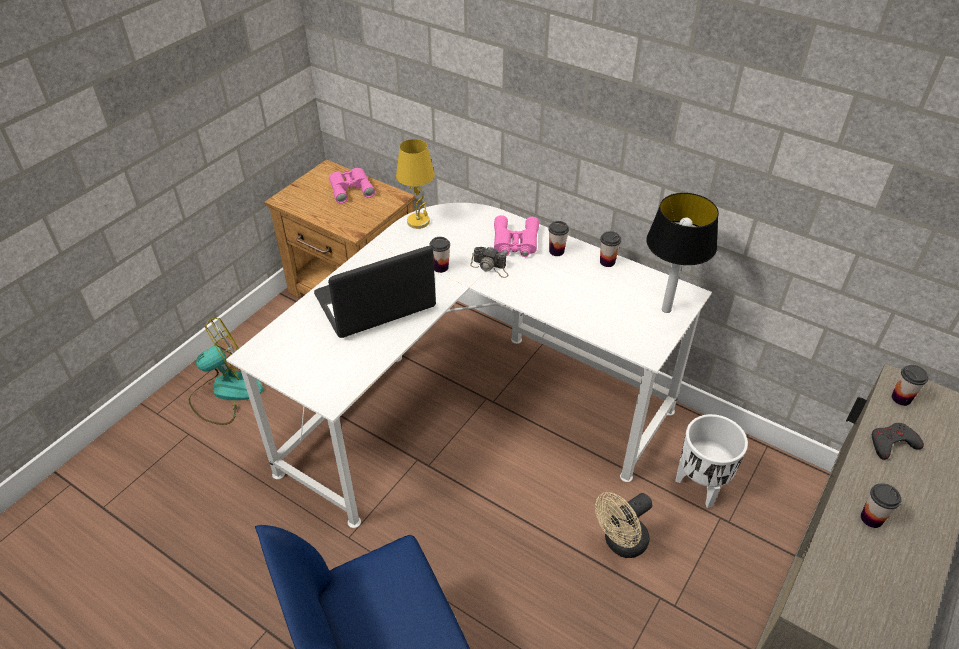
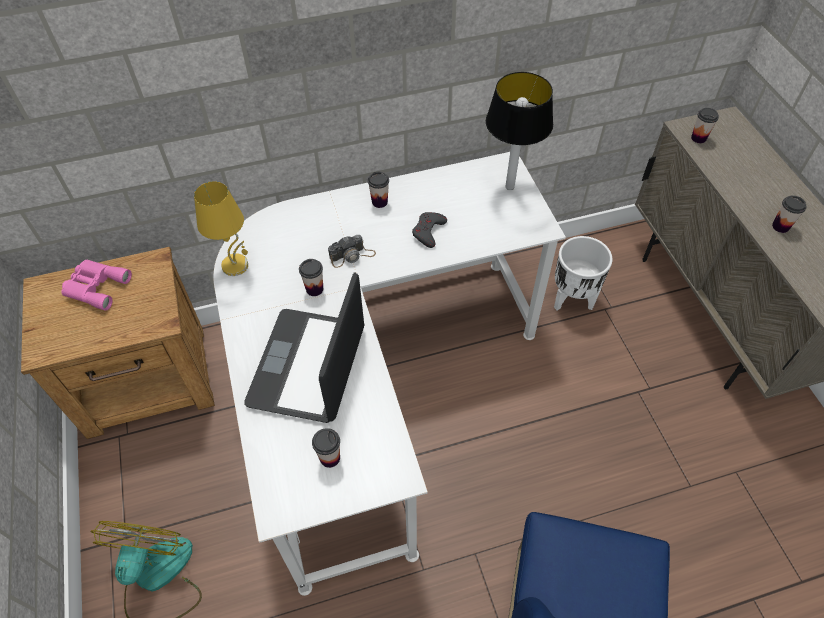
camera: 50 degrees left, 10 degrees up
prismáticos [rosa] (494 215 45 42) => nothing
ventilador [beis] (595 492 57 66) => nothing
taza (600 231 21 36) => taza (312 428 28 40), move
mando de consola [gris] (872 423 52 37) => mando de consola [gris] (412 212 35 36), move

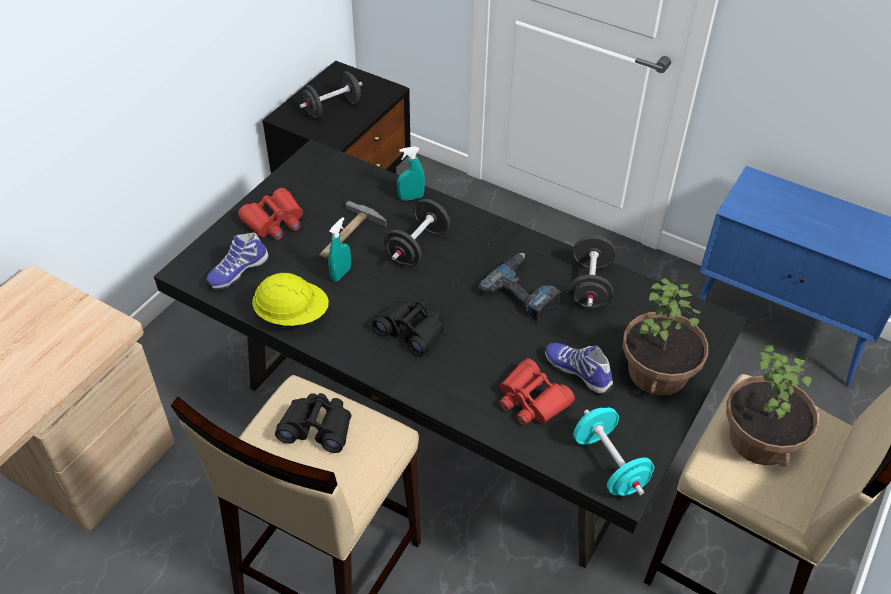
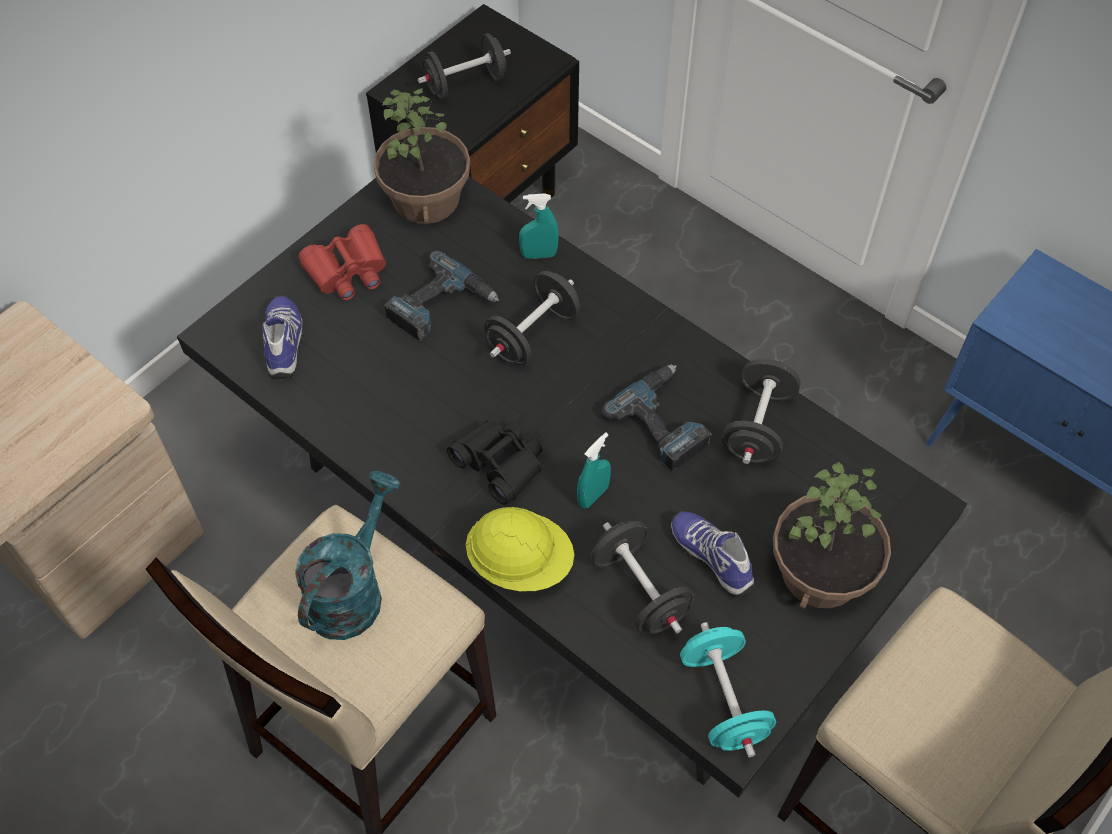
camera: 10 degrees right, 10 degrees up
casco [amarillo] (252 273 77 55) => casco [amarillo] (466 507 108 84), move
pulverizador [turquesa] (328 217 23 65) => pulverizador [turquesa] (577 432 34 76), move
planta en maceta (726 345 93 122) => planta en maceta (374 88 96 136), move
prismáticos [negro] (275 393 77 60) => regadera [turquesa] (295 471 106 169)
martillo (319 201 68 59) => taladro (384 251 115 90)
prismáticos [rojo] (499 358 76 67) => mancuerna [negro] (591 521 103 113)
zapato (205 233 64 57) => zapato (262 296 42 84), 120 degrees clockwise

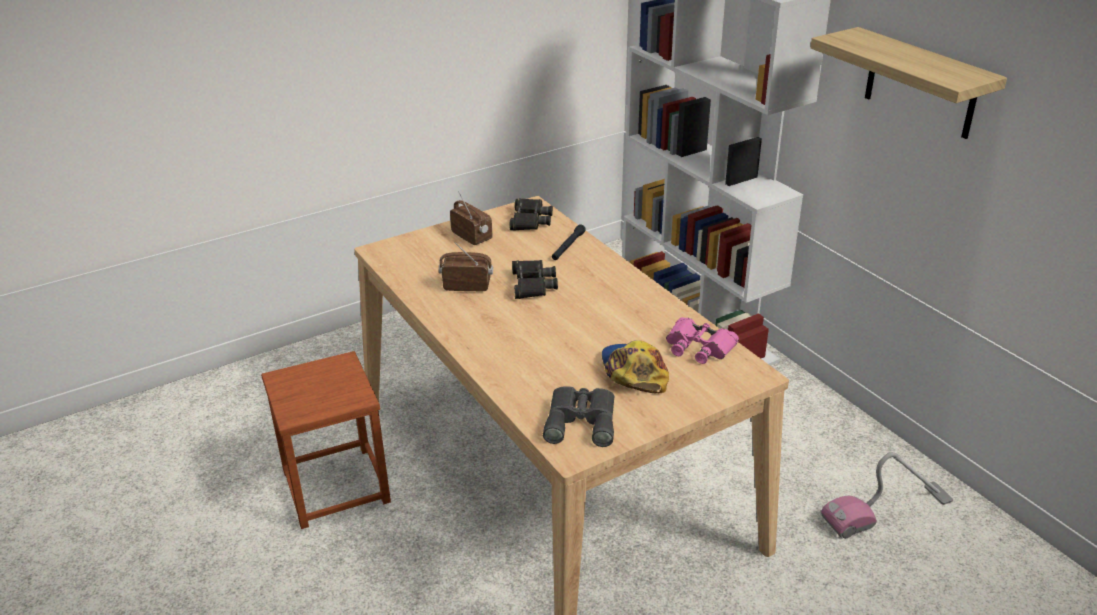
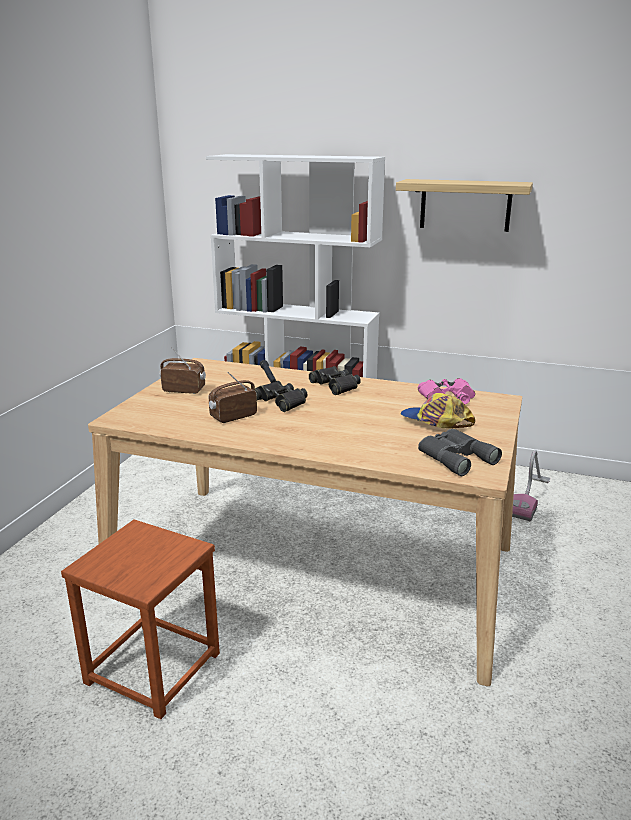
camera: 40 degrees left, 10 degrees down
prismáticos [negro] (510 198 43 33) => prismáticos [negro] (309 366 52 29), move

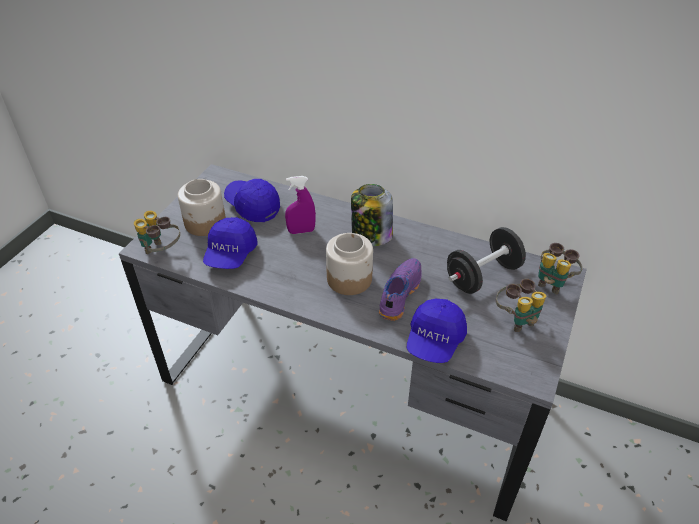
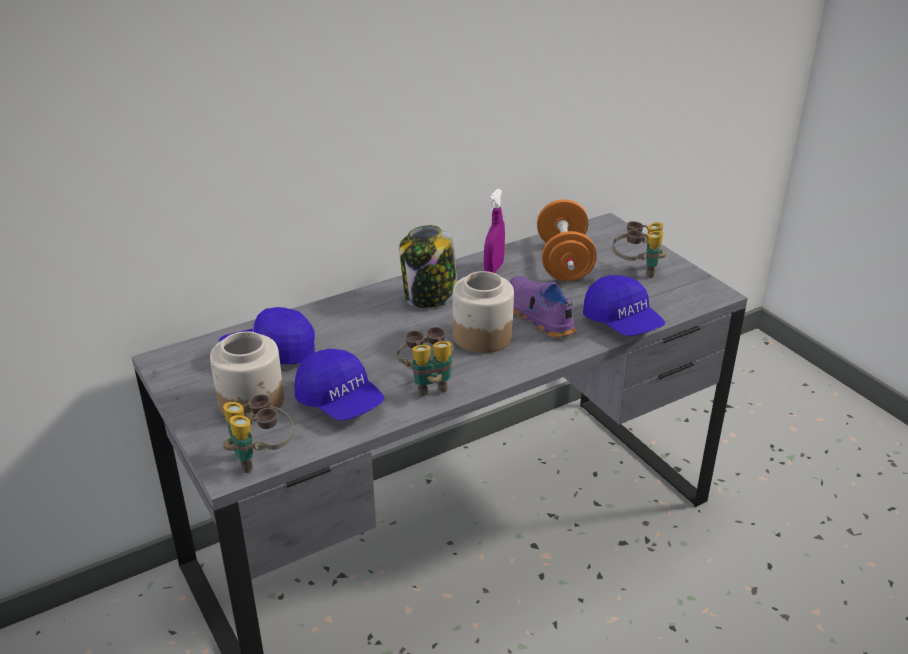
camera: 55 degrees left, 10 degrees down
pulverizador [morado] (285 176 31 58) => pulverizador [morado] (484 189 21 84), move
prismáticos (538 243 45 51) => prismáticos (396 327 58 70), move
mancuerna [negro] (447 227 79 67) => mancuerna [naranja] (537 199 60 82)

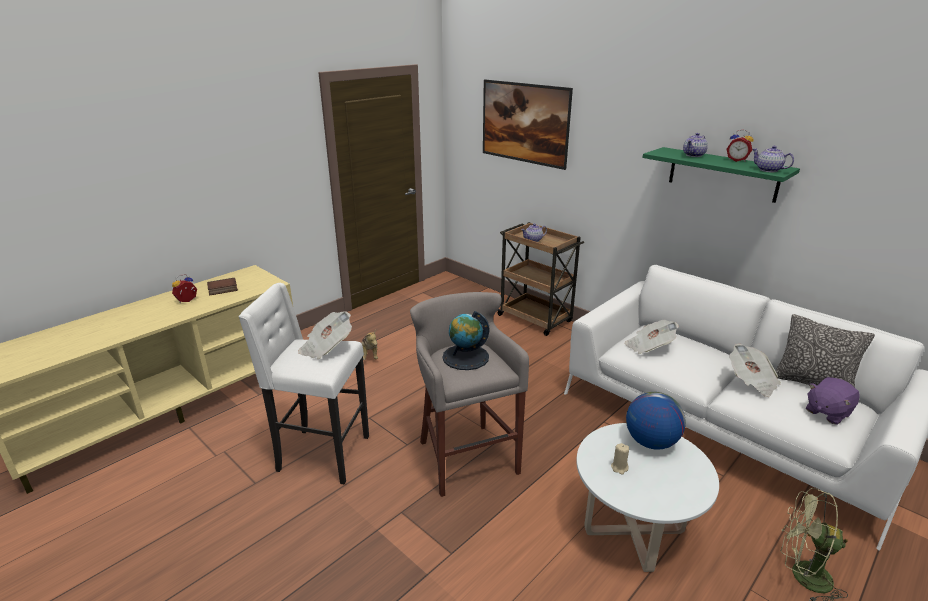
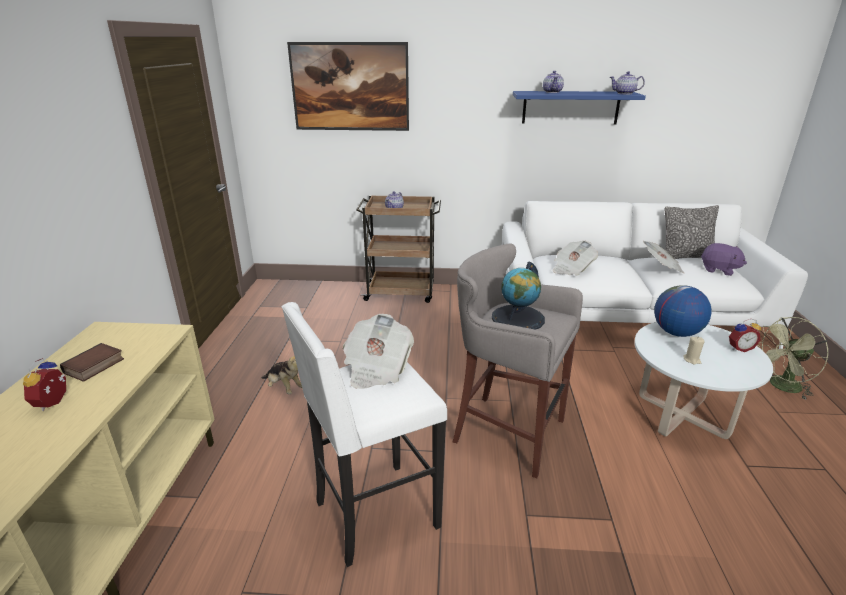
camera: 40 degrees left, 0 degrees up
despertador (726 130 27 32) => despertador (729 319 32 33), move
estante [verde] (642 147 158 56) => estante [azul] (513 91 133 33)
peluche [morado] (806 377 54 48) => peluche [morado] (701 243 46 33), 75 degrees counterclockwise

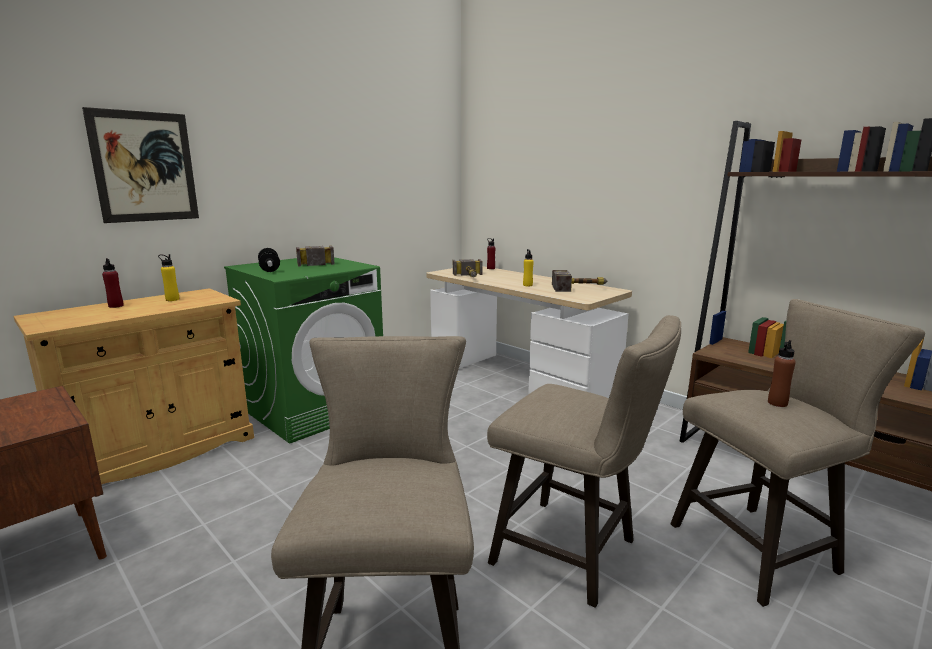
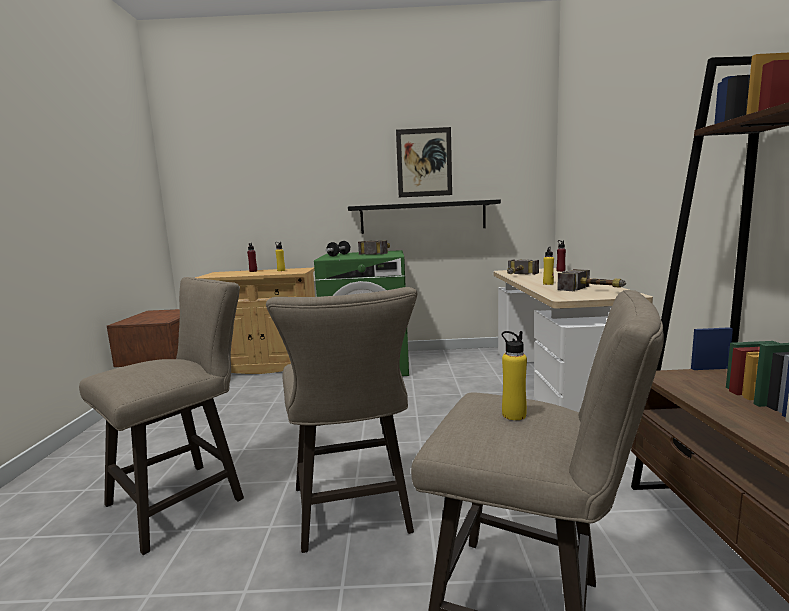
camera: 45 degrees right, 5 degrees down
nothing => estante [negro] (348 199 153 35)
cuadro (82 107 117 116) => cuadro (396 127 56 70), move
botella [marrón] (768 340 28 67) => botella [amarillo] (502 331 25 89)

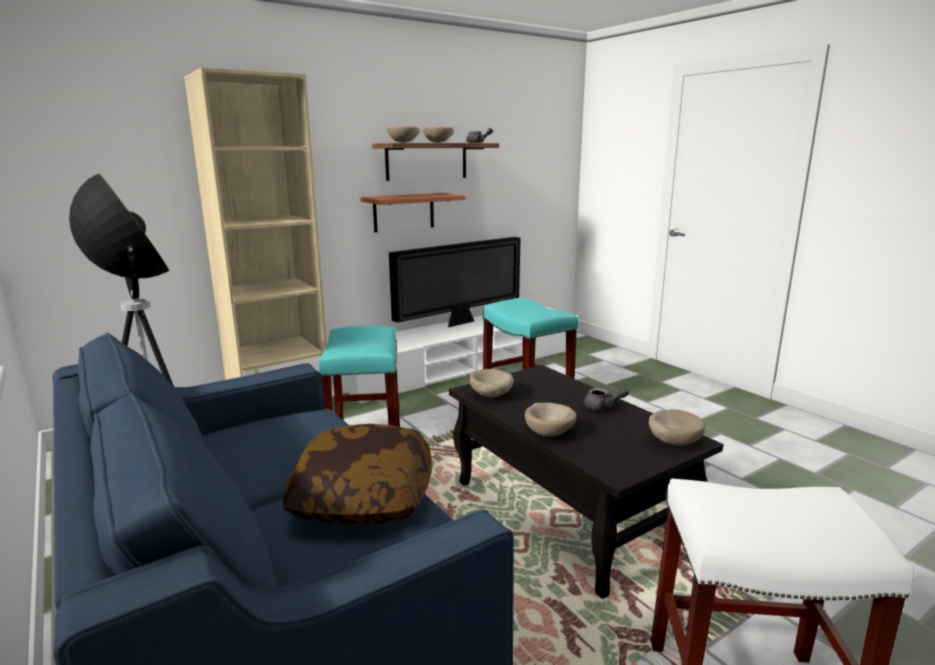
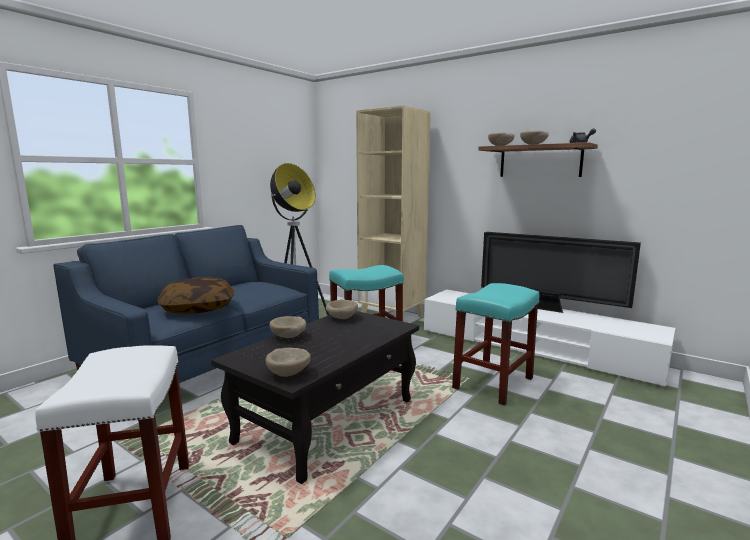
camera: 70 degrees right, 5 degrees down
estante (360 193 106 39) => nothing
tetera [gris] (583 388 46 23) => nothing

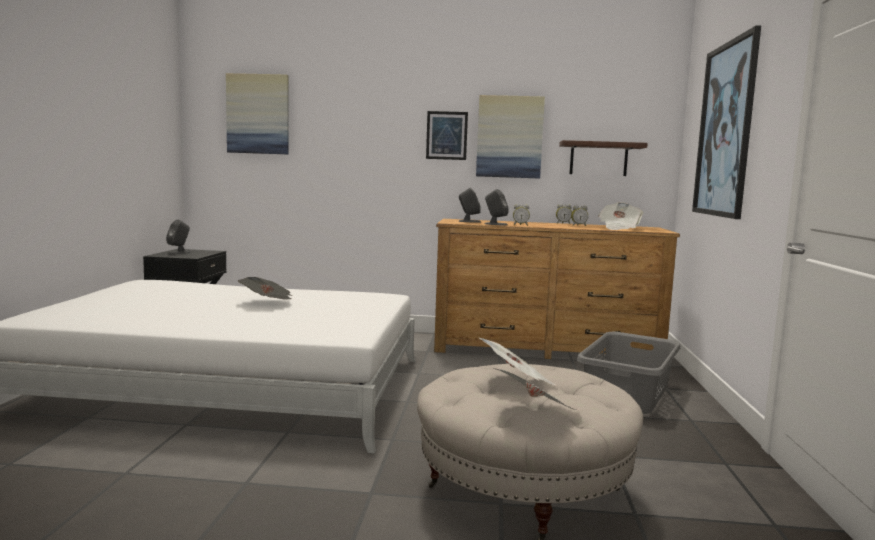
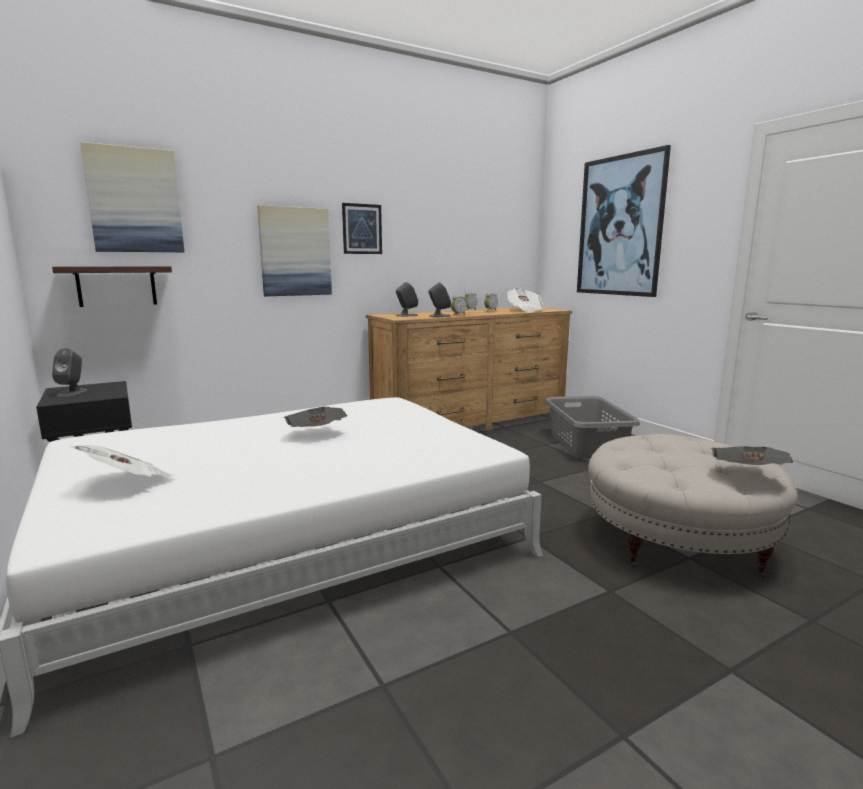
camera: 35 degrees left, 5 degrees up
cuadro (476 95 69 84) => cuadro (257 205 75 91), move
periódico (477 337 80 49) => periódico (70 446 104 31), move
estante (559 140 89 36) => estante (52 266 120 41), move

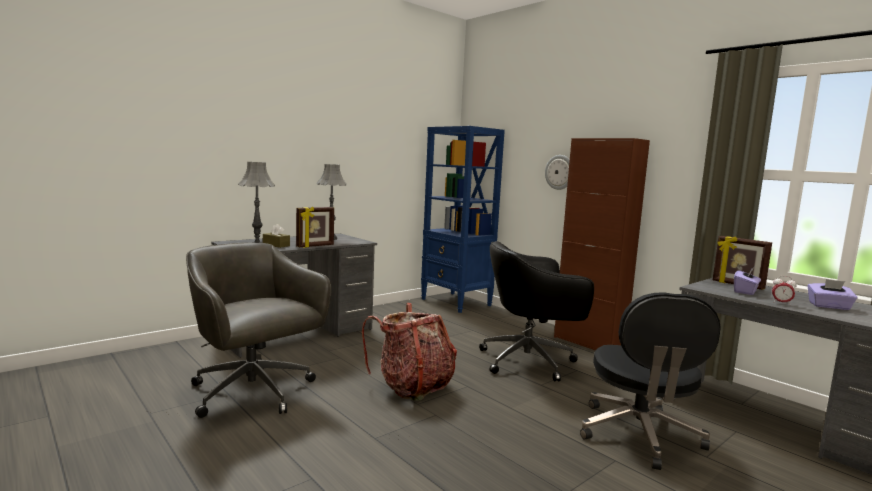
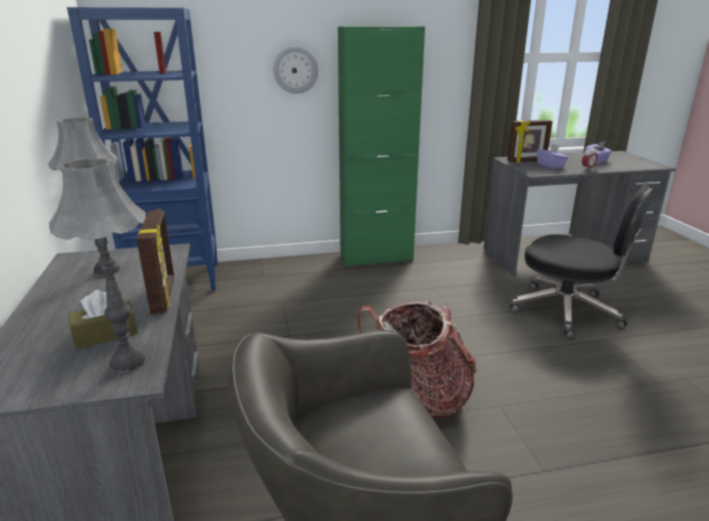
camera: 60 degrees left, 15 degrees up
silla de oficina [negro] (479 241 115 140) => nothing
armario [marrón] (554 138 96 212) => armario [verde] (338 26 87 241)

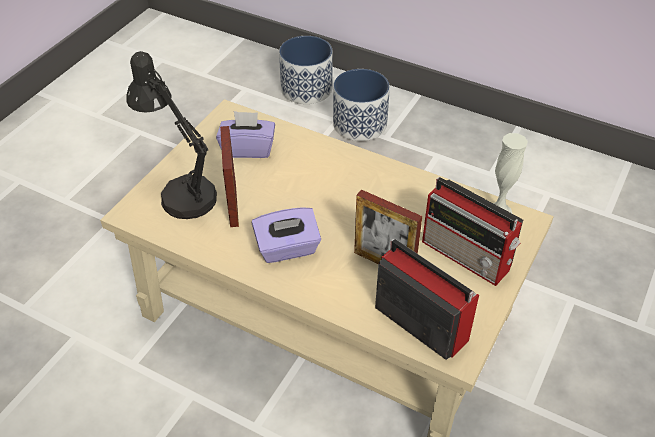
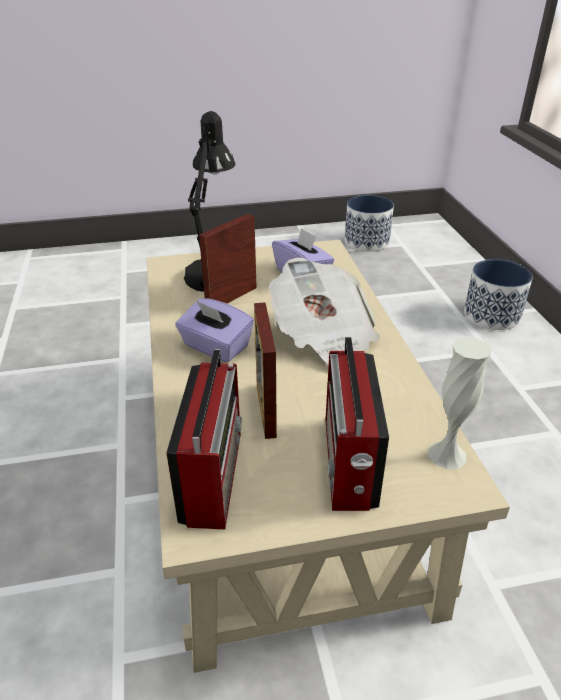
camera: 50 degrees right, 10 degrees down
nothing => periódico (269 257 111 109)
maceta (333 69 57 72) => maceta (345 195 49 57), move

